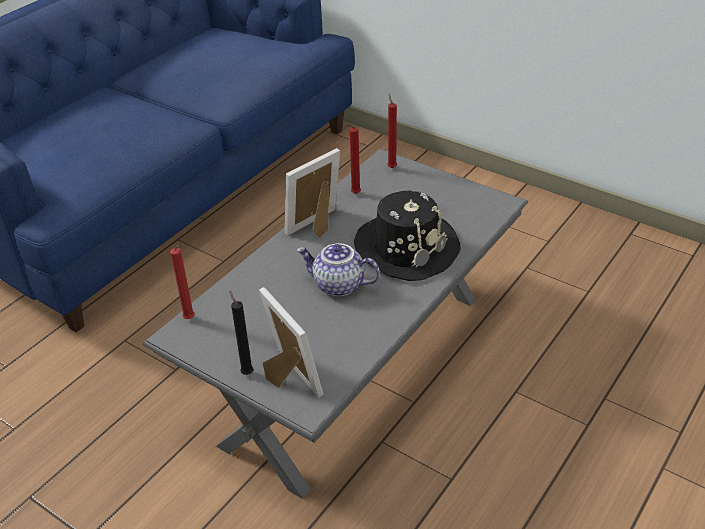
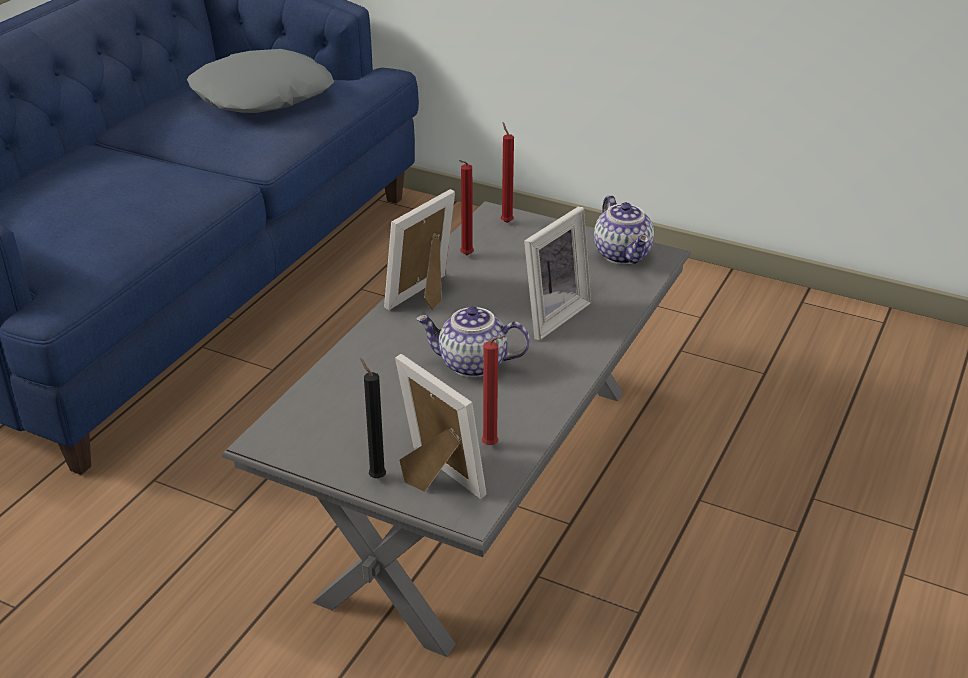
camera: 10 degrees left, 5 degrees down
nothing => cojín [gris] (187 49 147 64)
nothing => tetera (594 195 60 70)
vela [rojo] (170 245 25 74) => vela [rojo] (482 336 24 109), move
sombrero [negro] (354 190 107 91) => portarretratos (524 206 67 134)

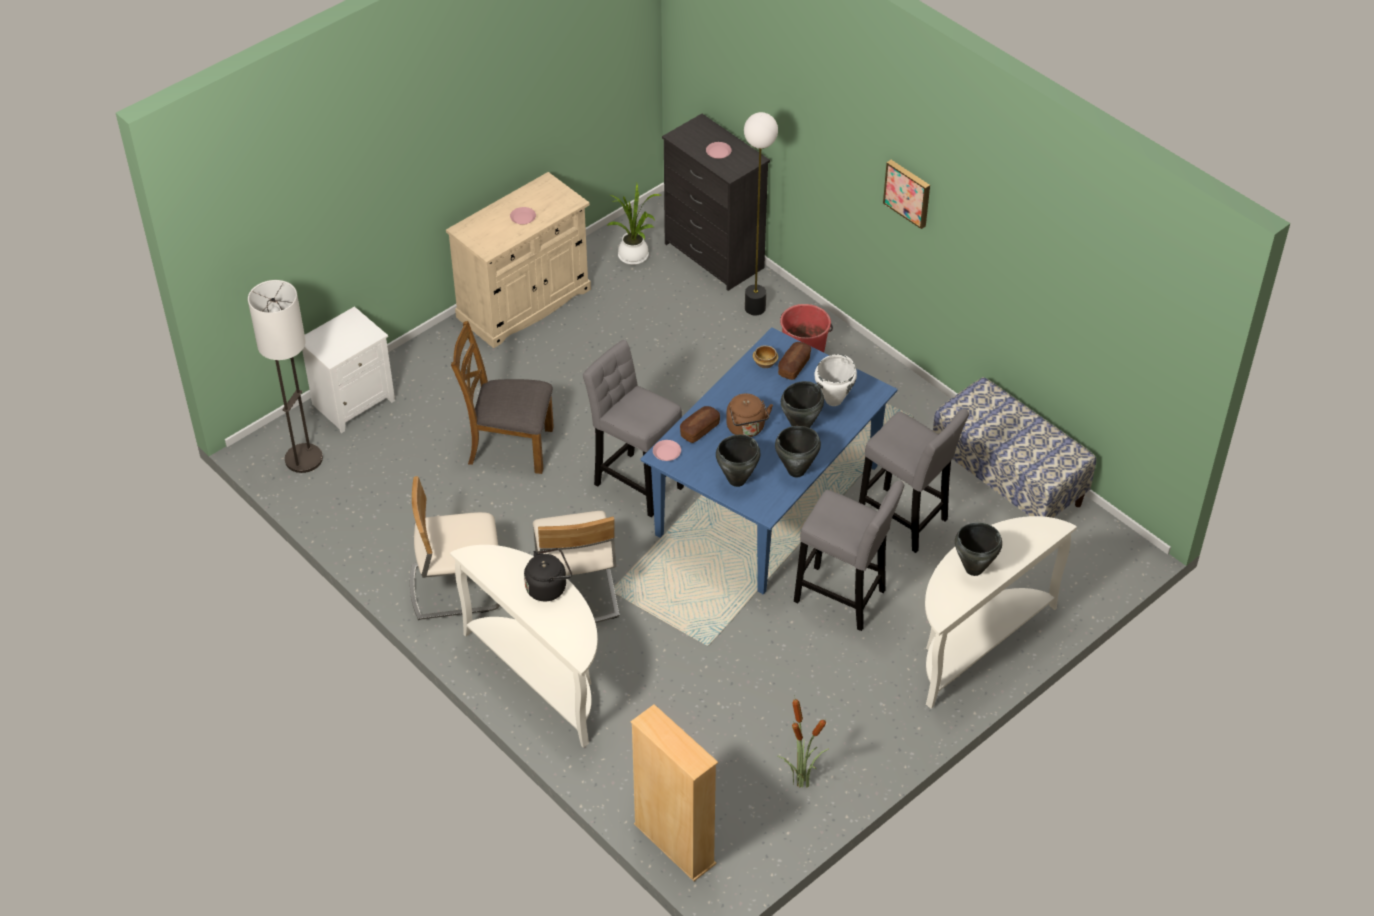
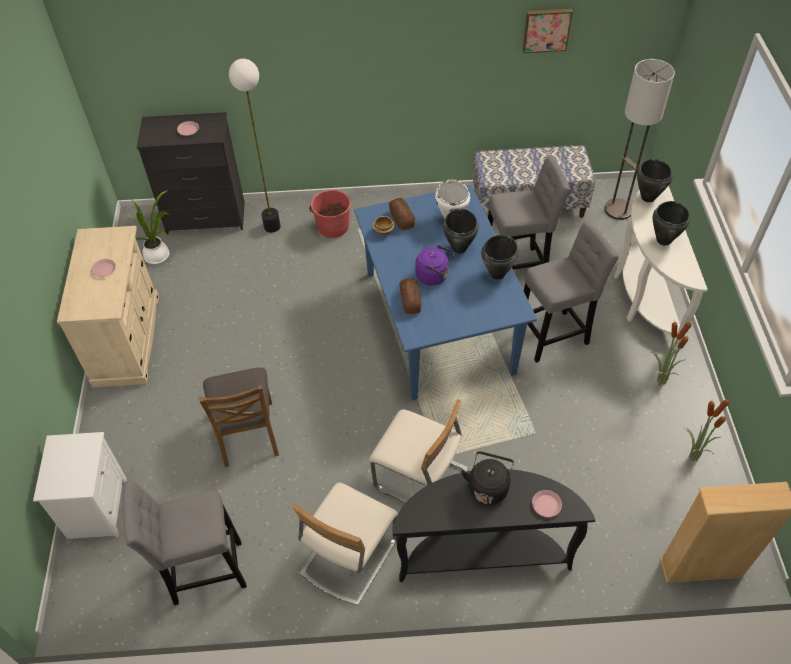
camera: 50 degrees left, 5 degrees up
nothing => planta en maceta (651 321 41 65)
lámpara de pie (248 280 75 193) => lámpara de pie (605 59 70 161), move
taburete [gris] (583 340 101 177) => taburete [gris] (122 481 125 124), move
plato [rosa] (653 440 28 21) => plato [rosa] (532 490 30 27), move
olla [negro] (716 435 44 52) => olla [negro] (637 159 35 43), move
cuadro (883 160 47 69) => cuadro (523 9 50 44), move
mesa consola [blanco] (450 545 148 203) => mesa consola [negro] (393 469 202 113)
hervidor [marrón] (726 394 47 43) => hervidor [morado] (415 245 40 40)
silla [marrón] (451 321 103 153) => silla [marrón] (199 367 80 100), 60 degrees counterclockwise

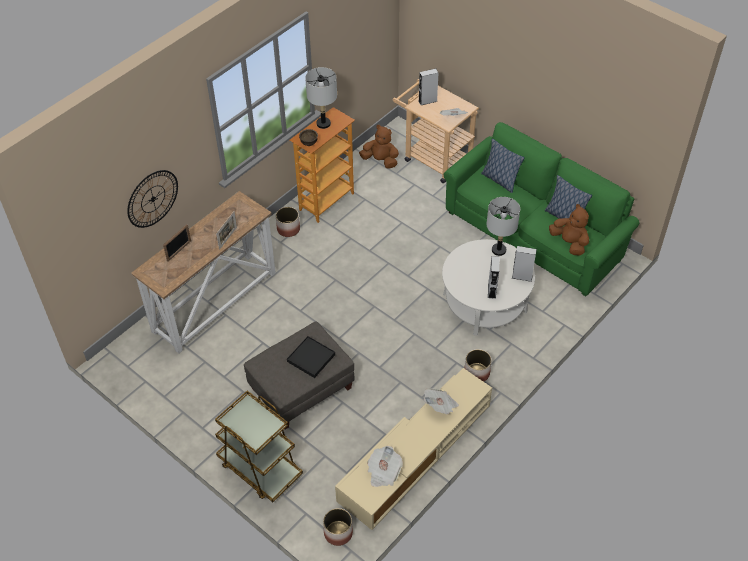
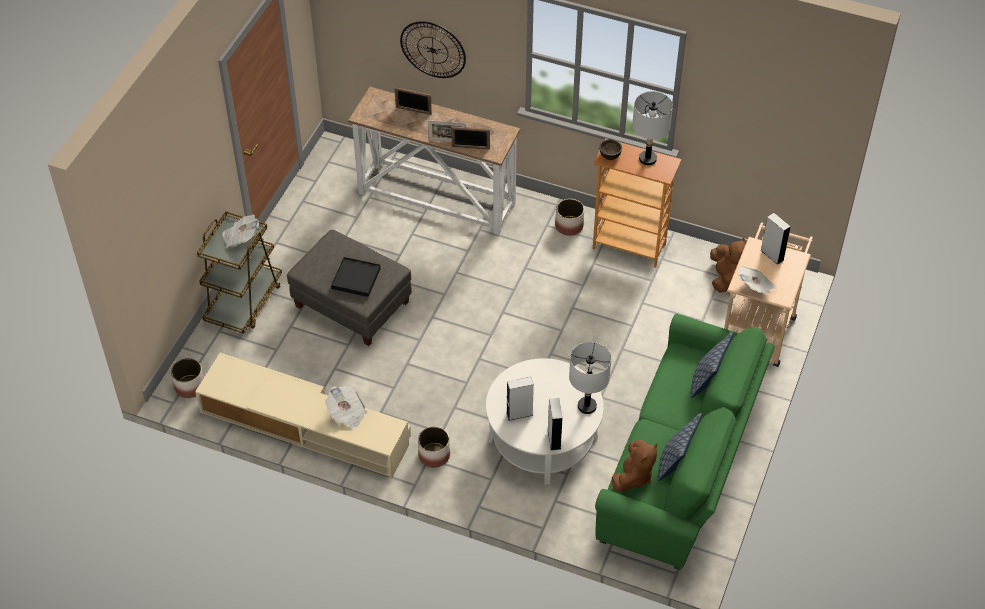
camera: 70 degrees right, 0 degrees up
nothing => portarretratos (451 126 39 24)
periódico (367 446 36 41) => periódico (222 215 37 32), move

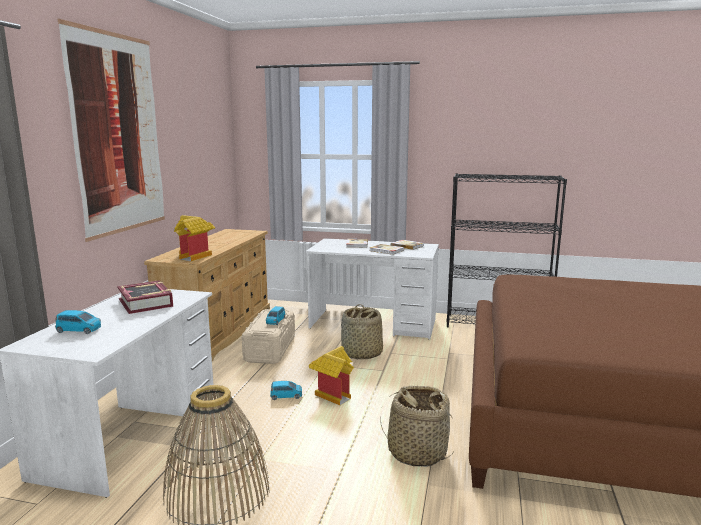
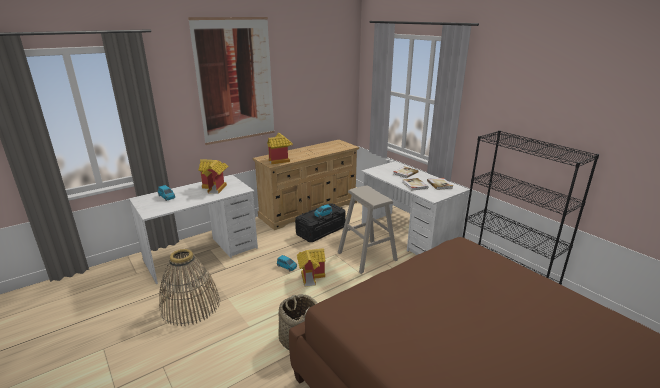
camera: 40 degrees right, 10 degrees up
libro (117 280 56 34) => casita (199 159 29 35)
cesta (341 304 42 55) => taburete [beis] (338 185 60 89)
caja de almacenaje [beis] (242 309 53 55) => caja de almacenaje [negro] (295 203 51 39)

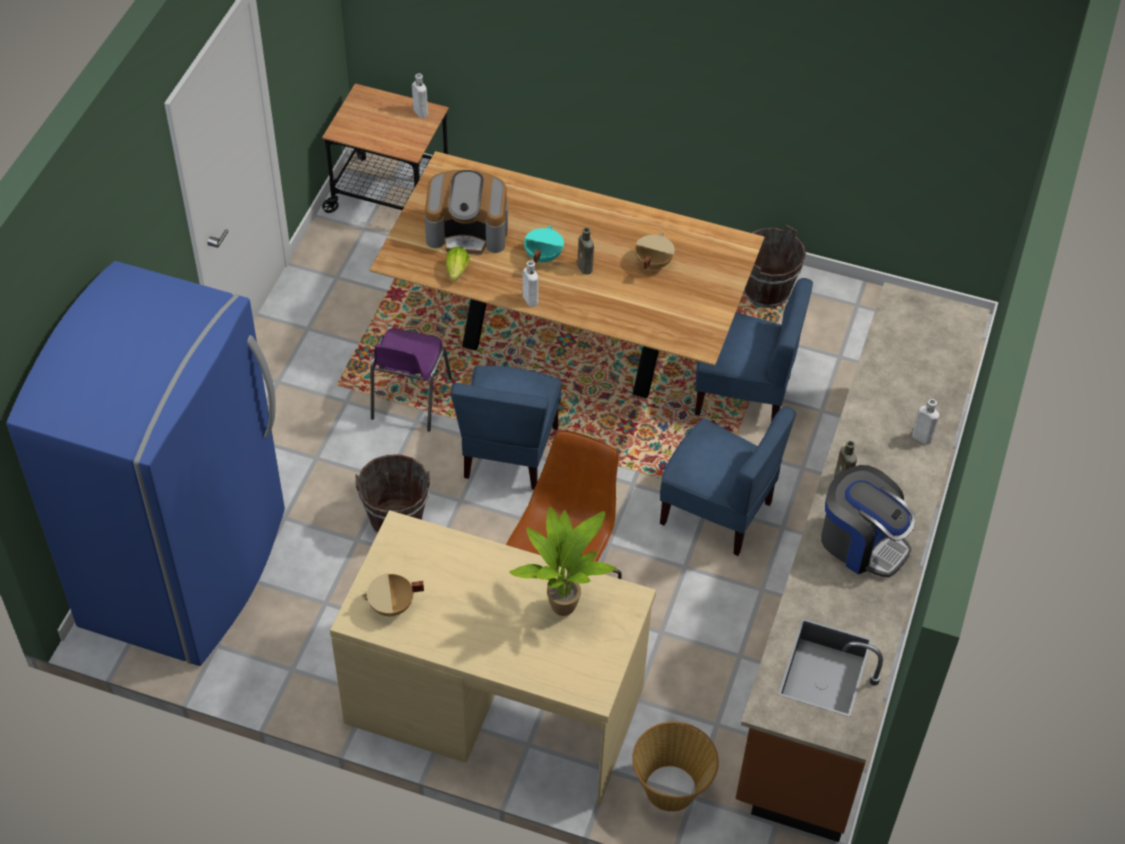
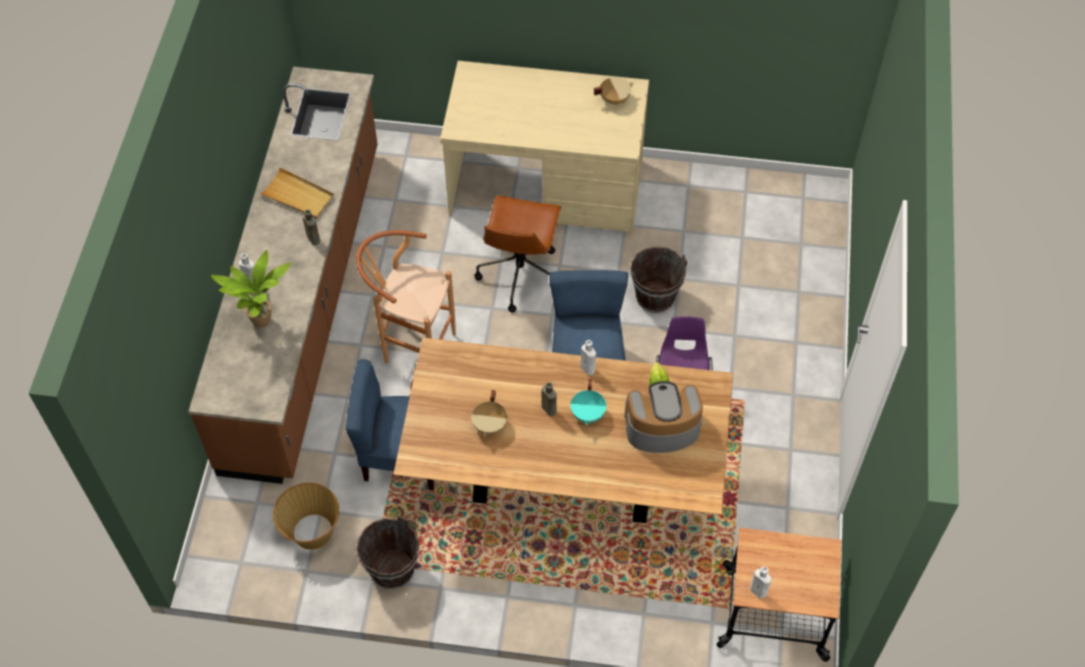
camera: 170 degrees right, 5 degrees up
nevera [azul] (6 261 279 405) => nothing
planta en maceta (509 507 107 109) => planta en maceta (211 250 79 78), move
cesta (632 722 87 90) => cesta (273 483 66 67), move
silla [azul] (660 407 136 149) => taburete [marrón] (356 230 100 133)
cafetera (821 465 95 112) => bandeja [beis] (259 167 75 52)

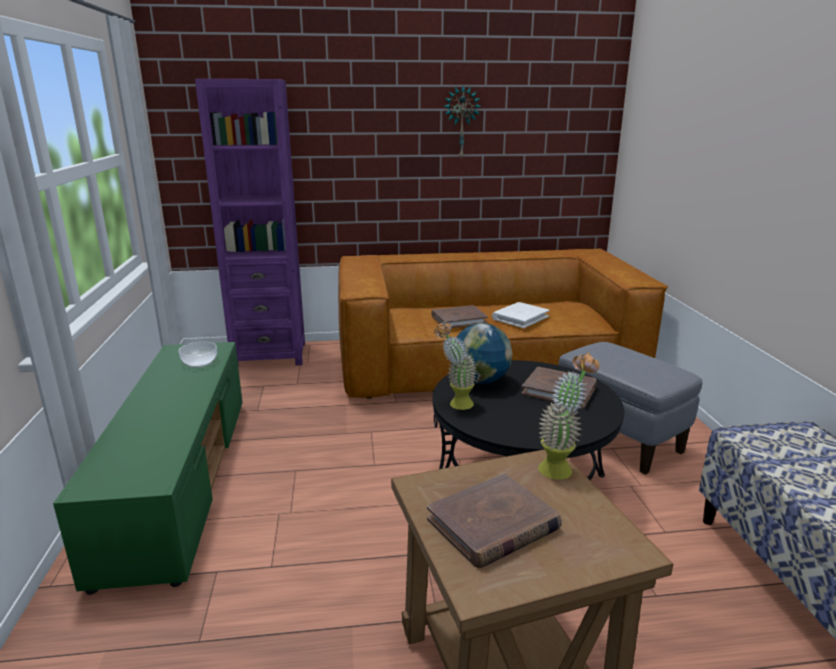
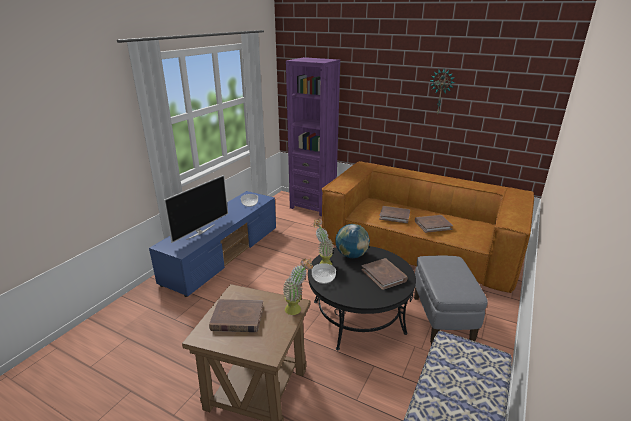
camera: 35 degrees right, 5 degrees up
nothing => televisor (164 175 64 68)
nothing => cuenco (312 263 24 21)
mueble de televisión [verde] (53 342 190 253) => mueble de televisión [azul] (149 191 127 106)
libro [blanco] (492 302 57 26) => libro [marrón] (415 215 38 18)

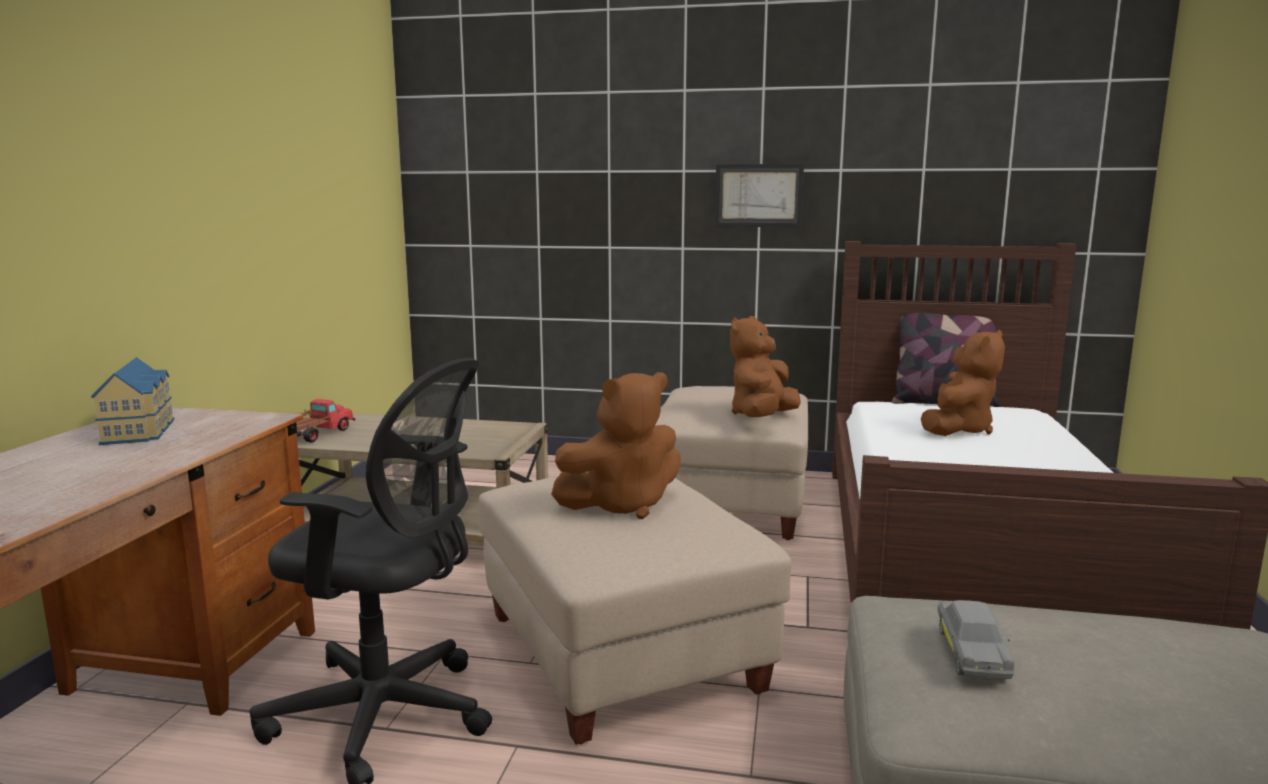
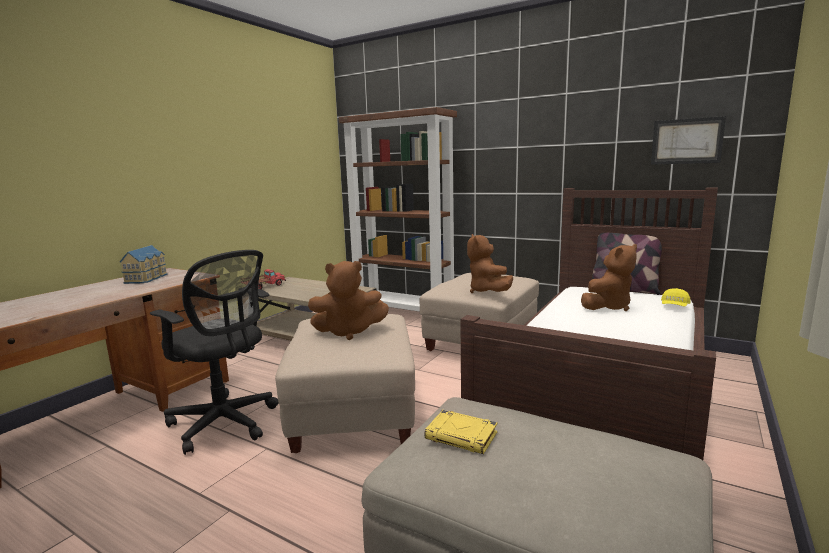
camera: 20 degrees right, 0 degrees up
nothing => estantería [marrón] (339 107 118 205)
nothing => gorra [amarillo] (661 288 30 19)
cuadro (715 164 89 63) => cuadro (651 116 75 49), move
coche de juguete [gris] (937 600 77 79) => libro [amarillo] (424 410 74 44)
peluche [marrón] (730 316 71 101) => peluche [marrón] (467 234 46 59), 60 degrees counterclockwise

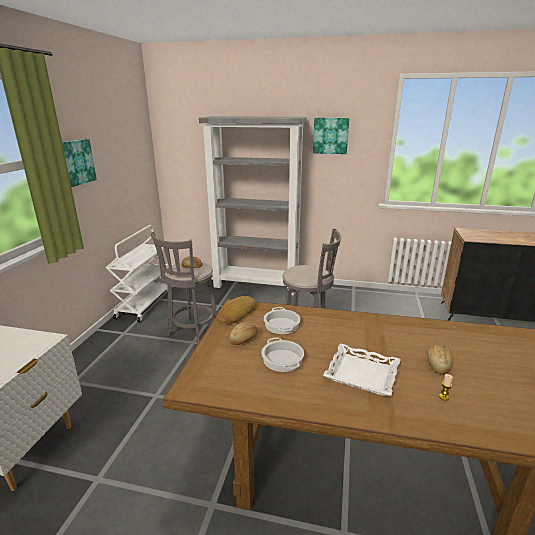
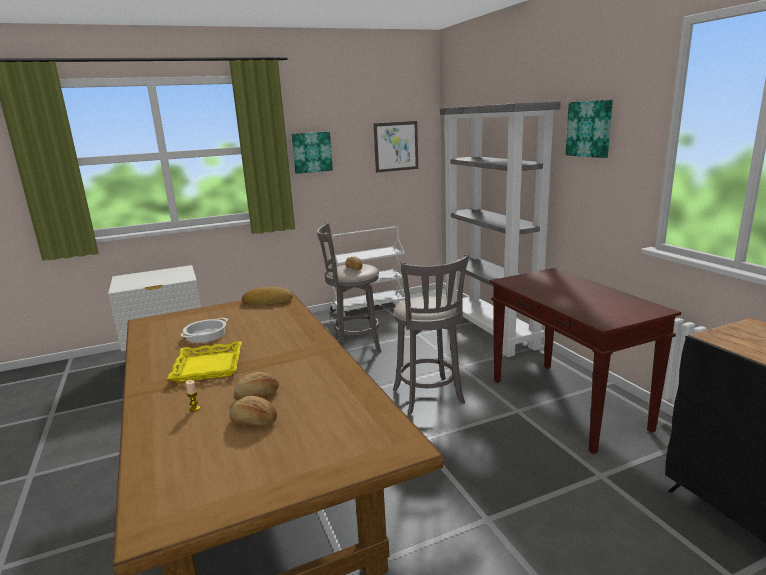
camera: 55 degrees right, 5 degrees down
olla (264 307 36 27) => nothing
nothing => cuadro (373 121 45 52)
nothing => mesa consola [marrón] (490 268 191 186)
pan (229 322 29 23) => pan (229 396 48 30), move
bandeja [blanco] (323 344 78 52) => bandeja [amarillo] (167 341 75 41)

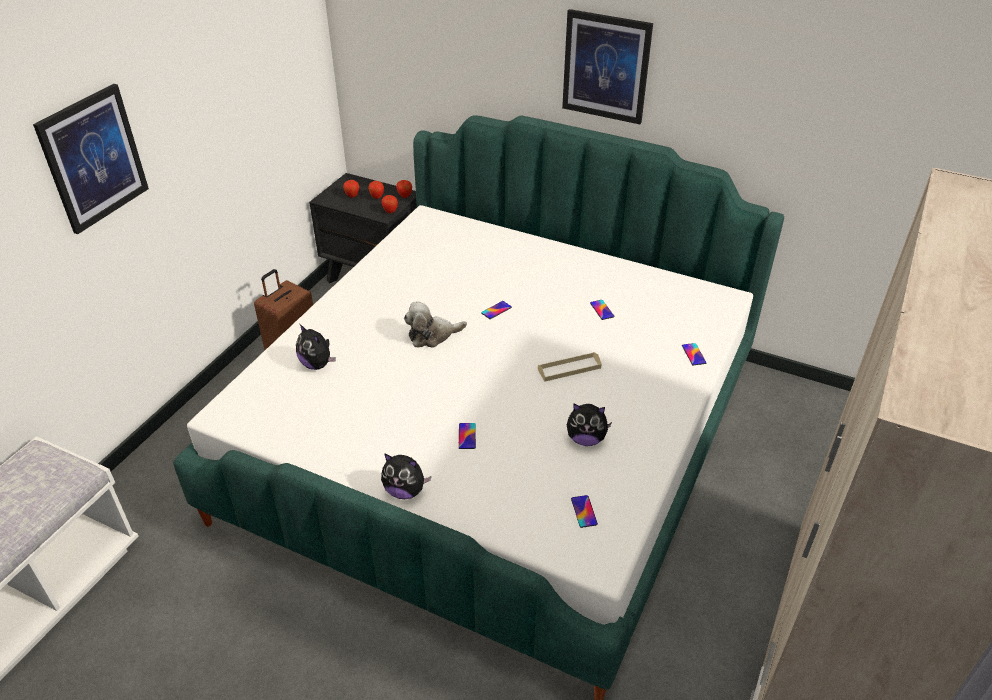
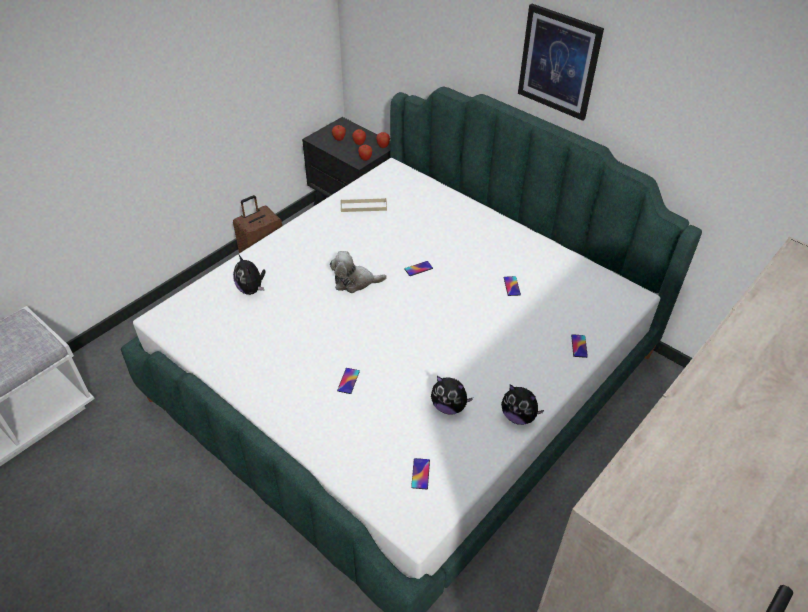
camera: 15 degrees right, 5 degrees up
cuadro (33 84 116 150) => nothing
peluche (381 453 50 46) => peluche (501 384 43 41), move
bandeja [beis] (538 352 64 30) => bandeja [beis] (341 198 46 14), move

